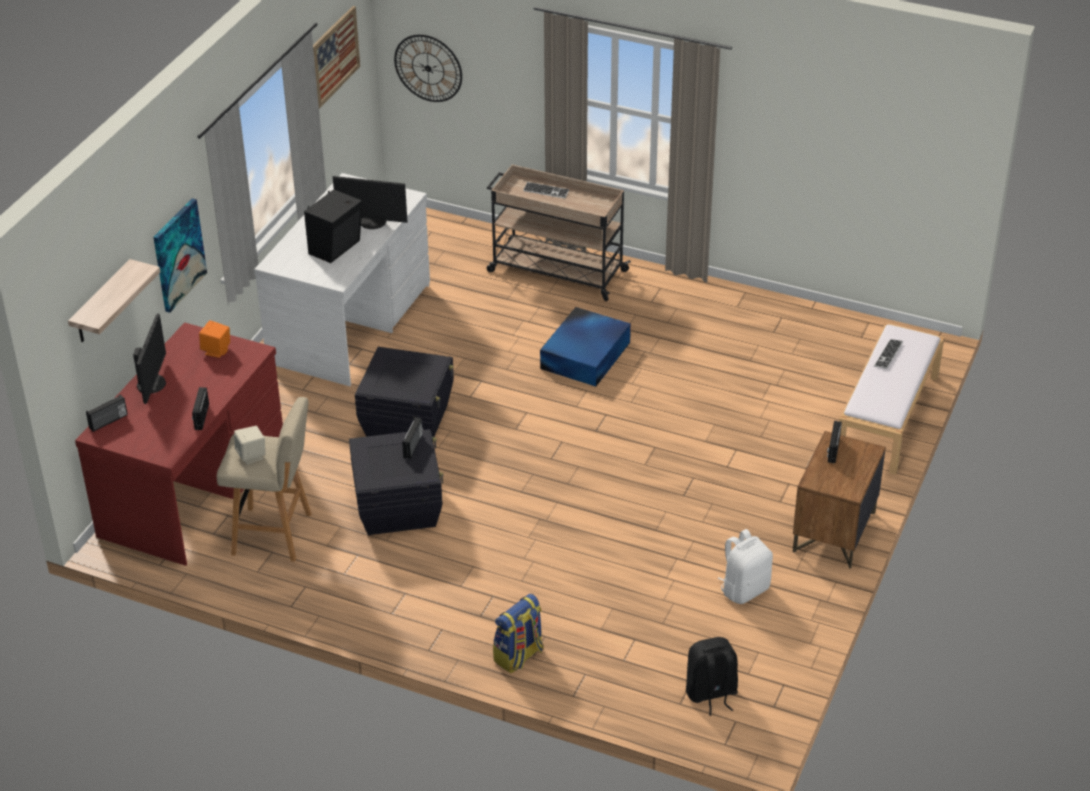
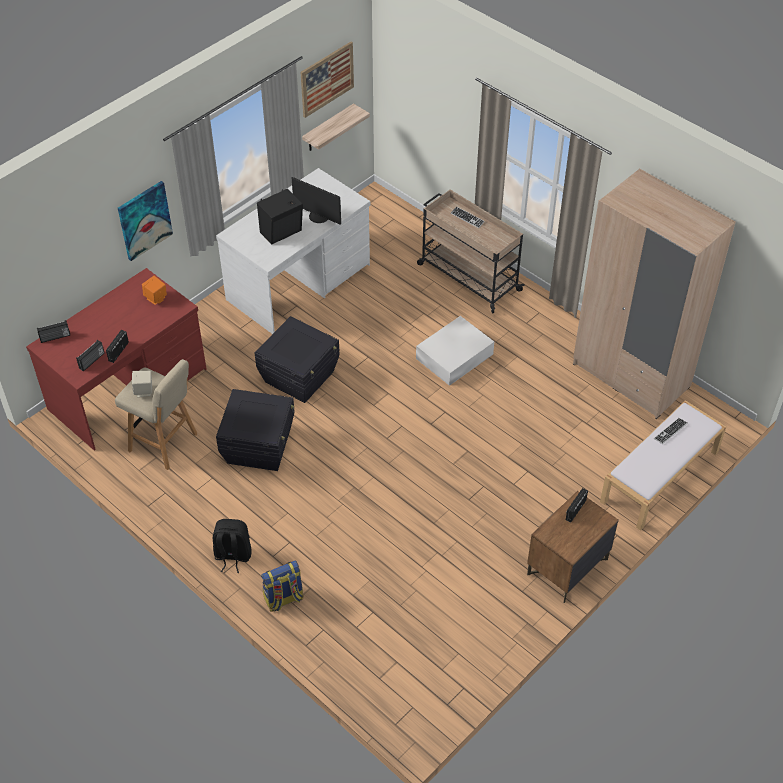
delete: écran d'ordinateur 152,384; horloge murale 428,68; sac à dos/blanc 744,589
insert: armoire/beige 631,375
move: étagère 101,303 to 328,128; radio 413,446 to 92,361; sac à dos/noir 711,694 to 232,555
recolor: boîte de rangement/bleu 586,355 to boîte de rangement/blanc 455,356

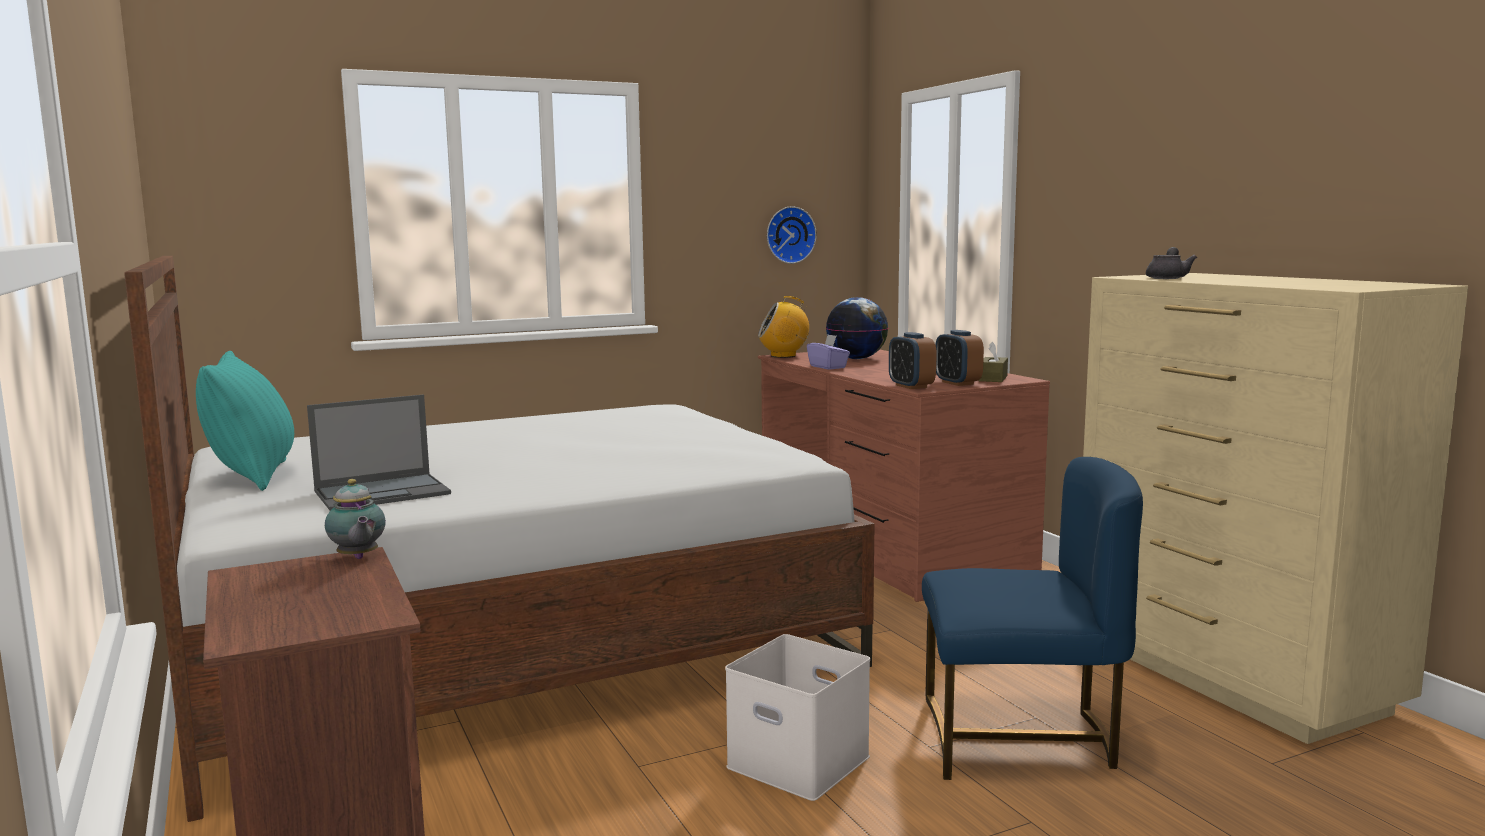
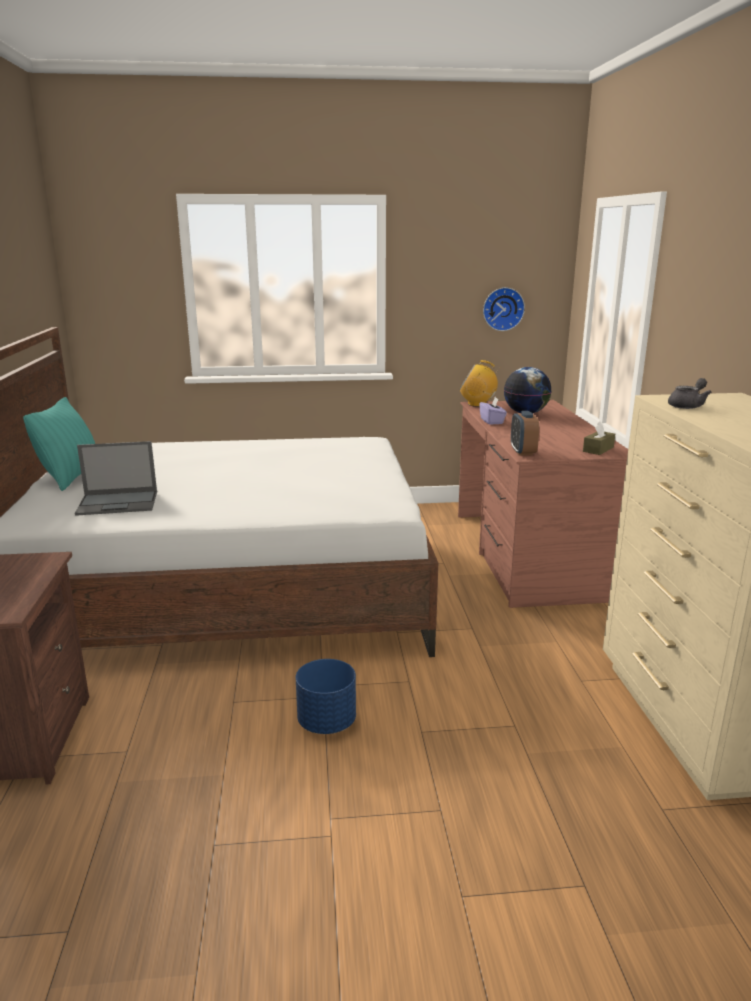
delete: théière 358,558; chaise/bleu 1018,739; réveil 957,383
replace: boîte de rangement/blanc 795,762 to cache-pot/bleu 326,722

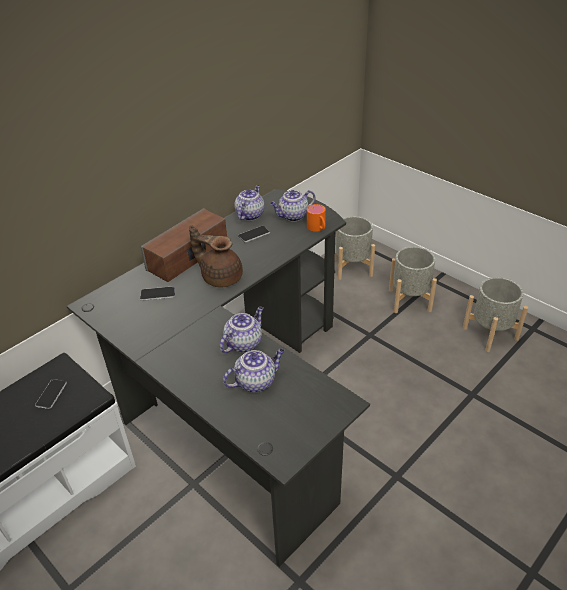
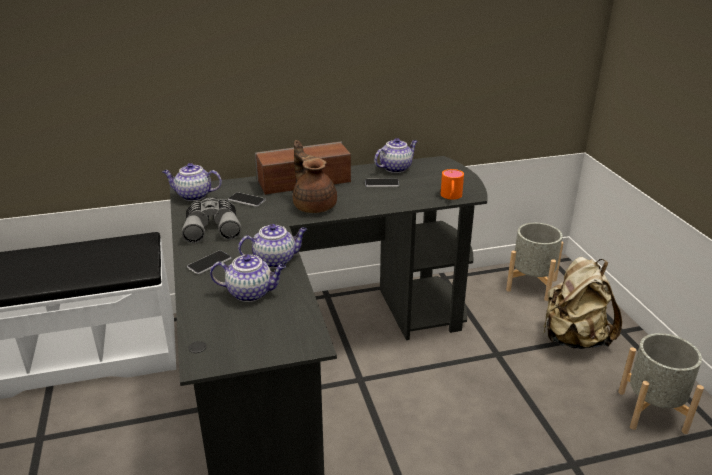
insert: jumelles/gris 212,228
move: téléphone 51,394 to 209,263; théière 293,216 to 193,196
replace: cache-pot/gris 409,300 to sac à dos/beige 573,338

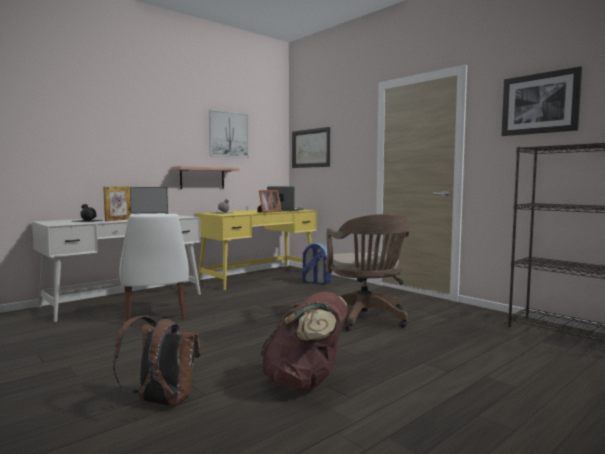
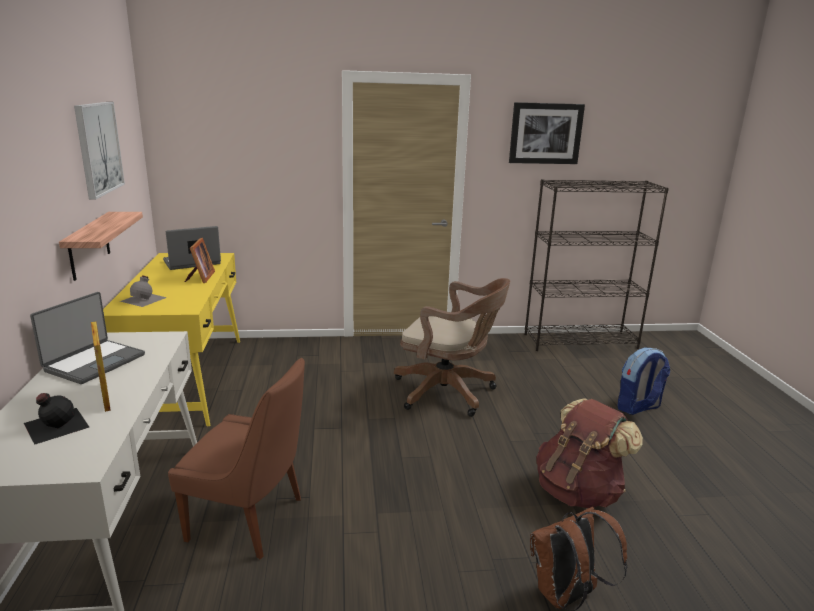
delete: tableau 311,148
move: sac à dos 316,282 to 638,407
recolor: chaise/blanc 155,315 to chaise/marron 250,520

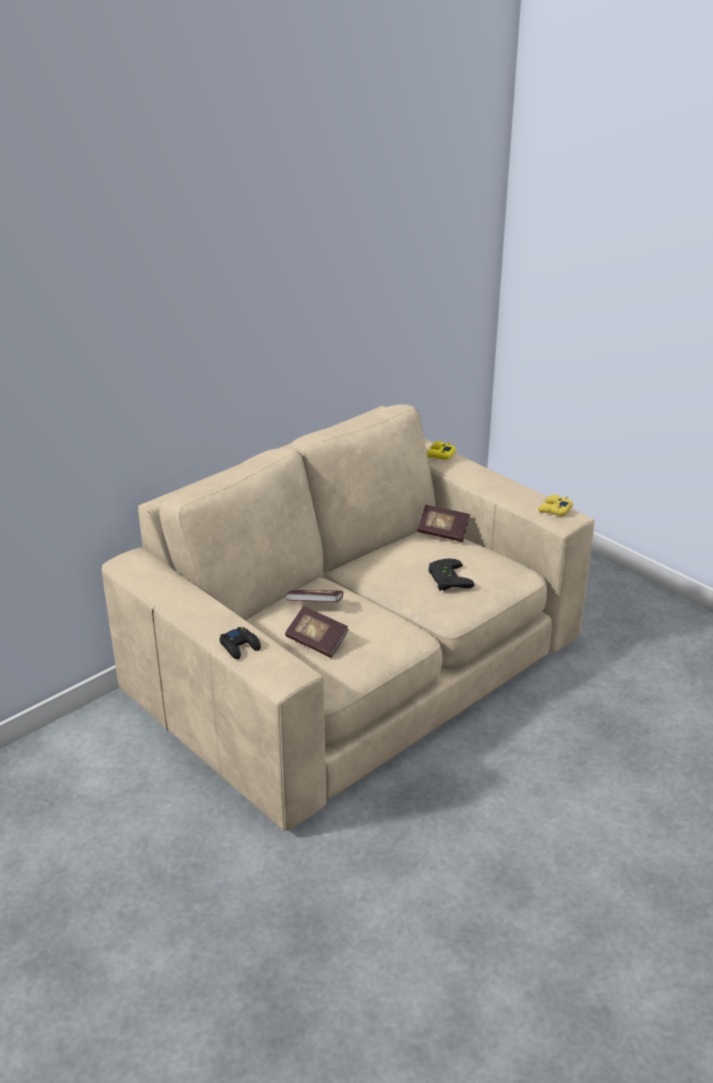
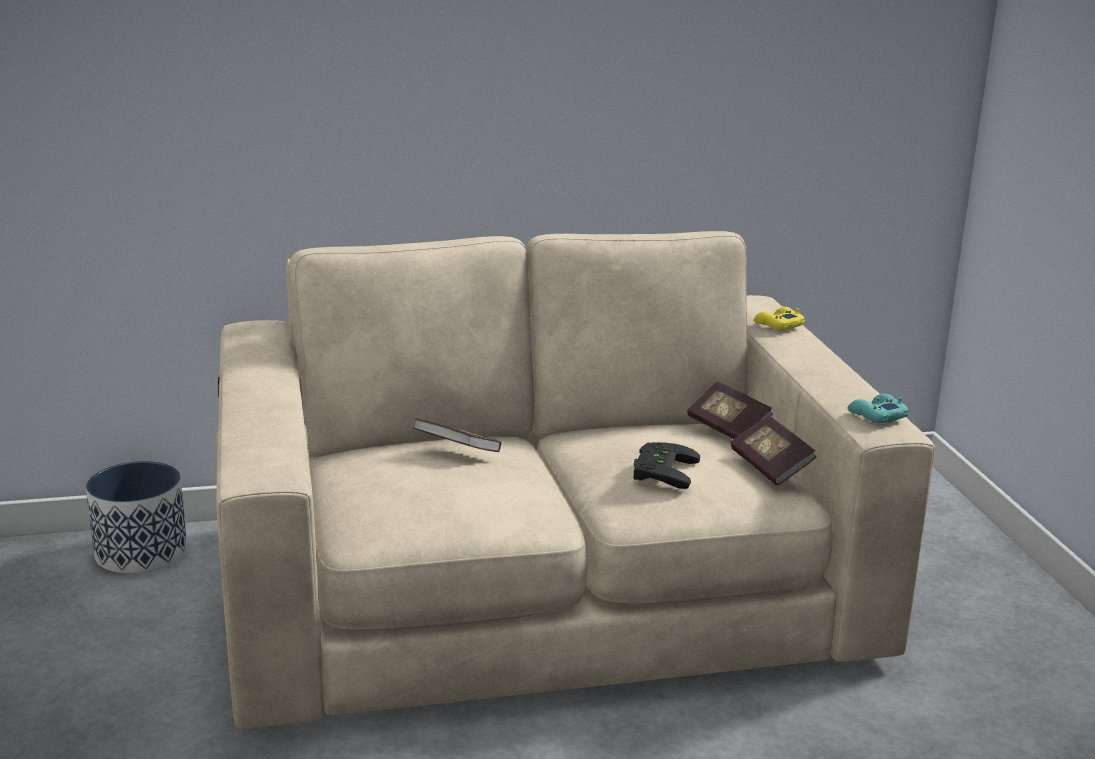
delete: manette/noir 240,647
insert: cache-pot 142,552
move: livre 316,641 to 771,466
recolor: manette/jaune 554,510 to manette/turquoise 876,415

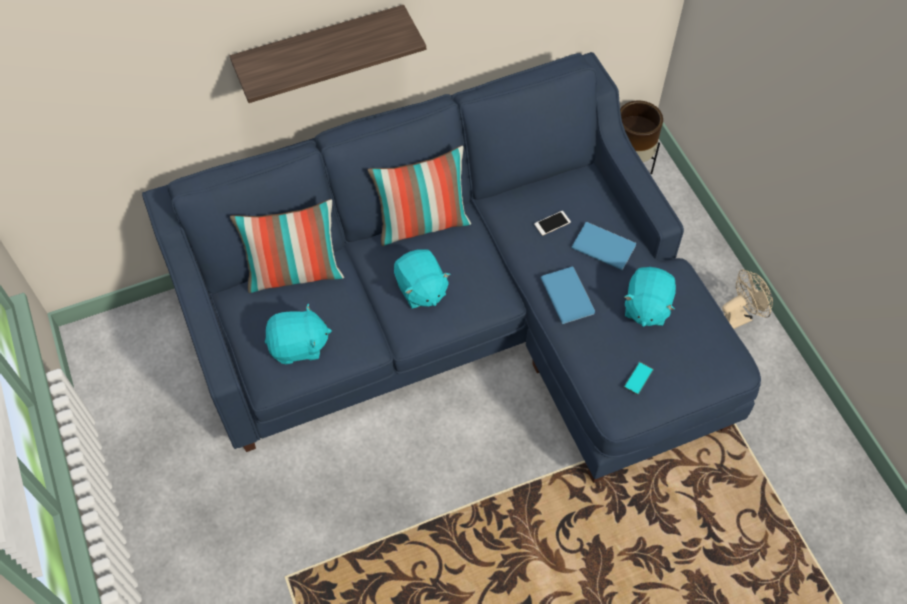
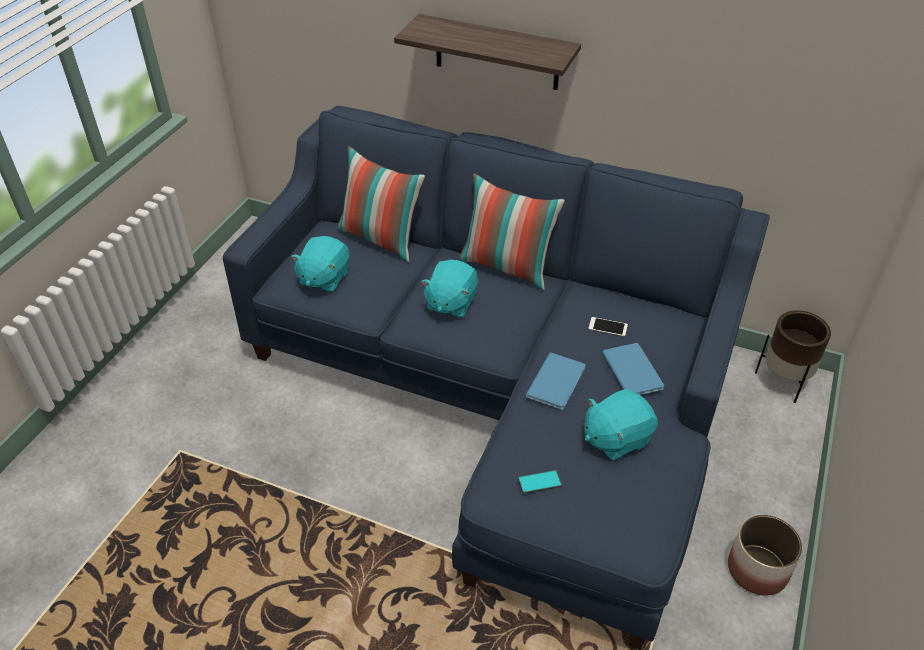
replace: ventilateur/beige 738,317 to cache-pot 757,569
rotate: peluche/turquoise 299,346 = 324,278 75 degrees clockwise

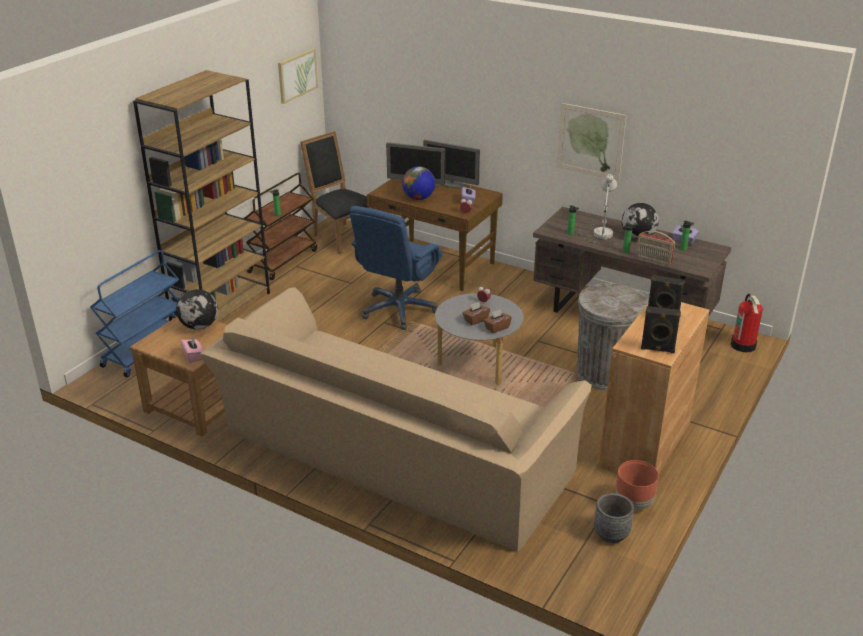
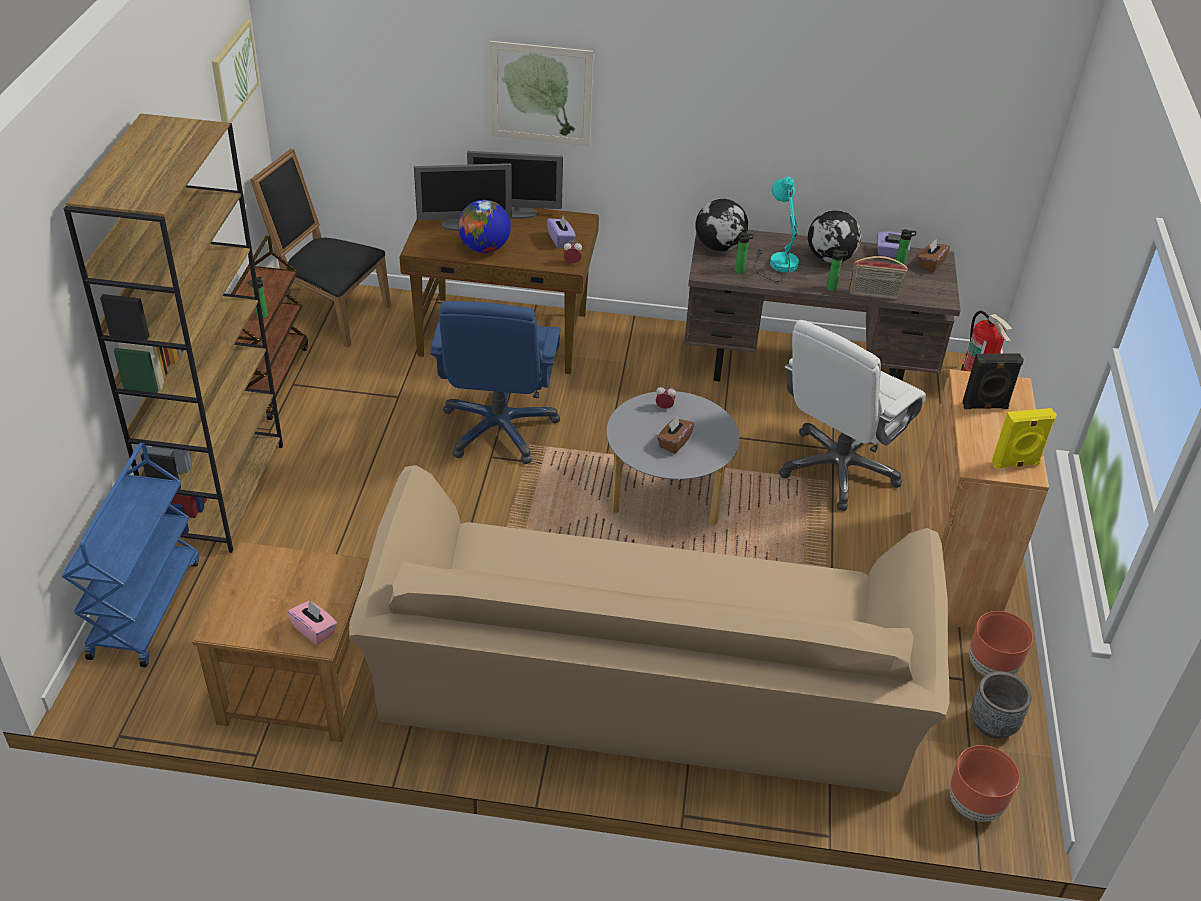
insert: cache-pot/marron 973,806
move: globe 200,326 to 719,246; boîte à mouchoirs/marron 497,328 to 930,264; tableau 590,141 to 541,94
replace: poubelle/gris 604,374 to chaise de bureau/blanc 838,469
recolor: lampe de table/blanc 597,233 to lampe de table/turquoise 774,262; enceinte/noir 657,349 to enceinte/jaune 1016,464

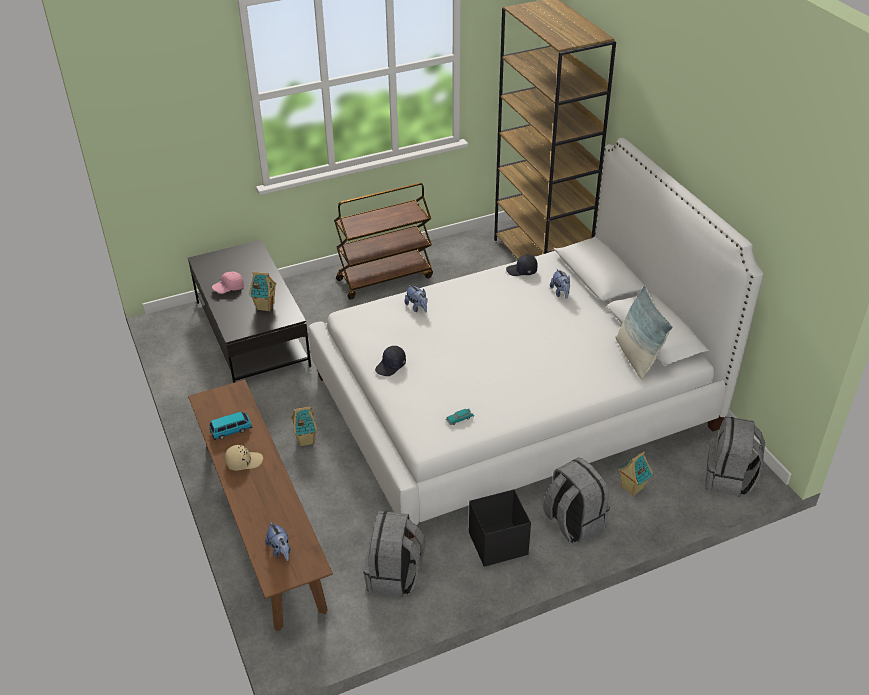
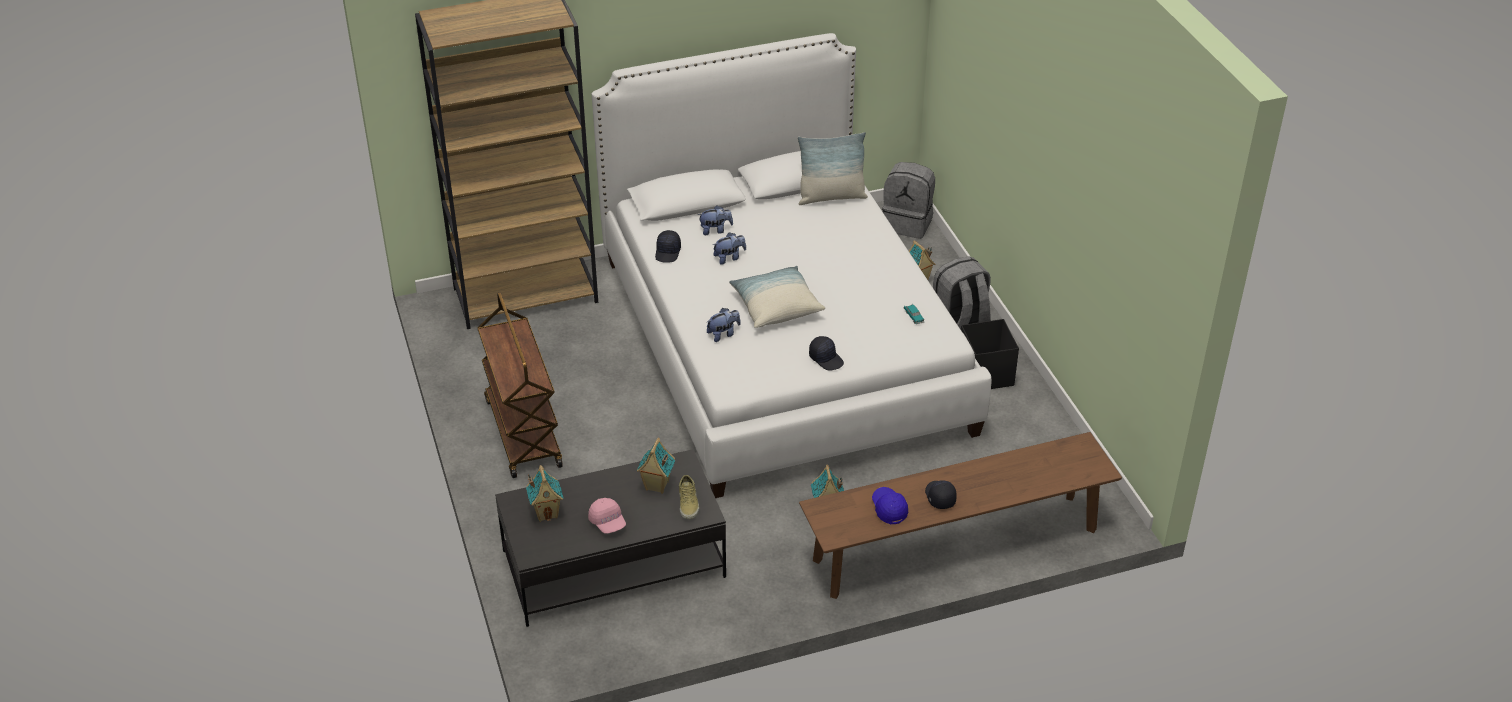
delete: sac à dos/gris 394,576
insert: maison miniature 547,512; chaussure/beige 689,503; coussin 776,307
move: peluche 280,550 to 729,258
replace: petite voiture 231,430 to casquette/bleu 889,509
recolor: casquette/beige 244,461 to casquette/noir 939,497

